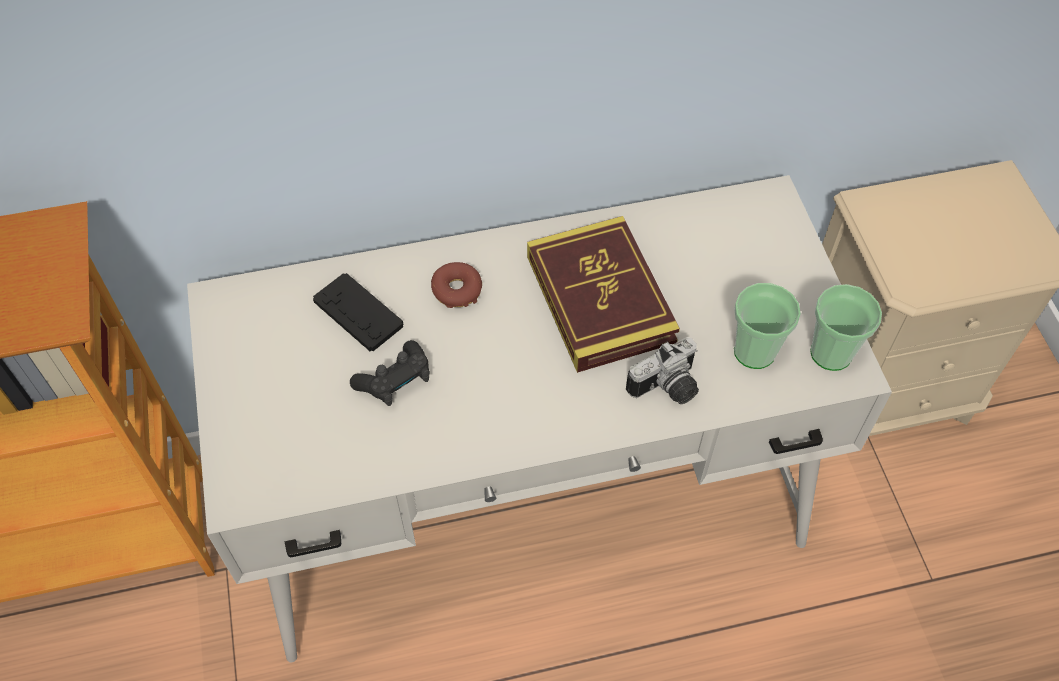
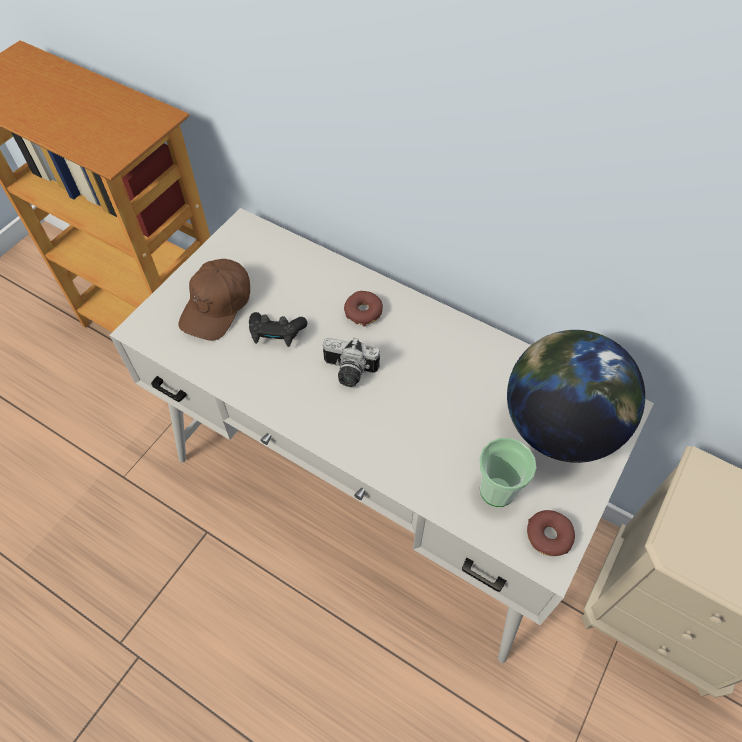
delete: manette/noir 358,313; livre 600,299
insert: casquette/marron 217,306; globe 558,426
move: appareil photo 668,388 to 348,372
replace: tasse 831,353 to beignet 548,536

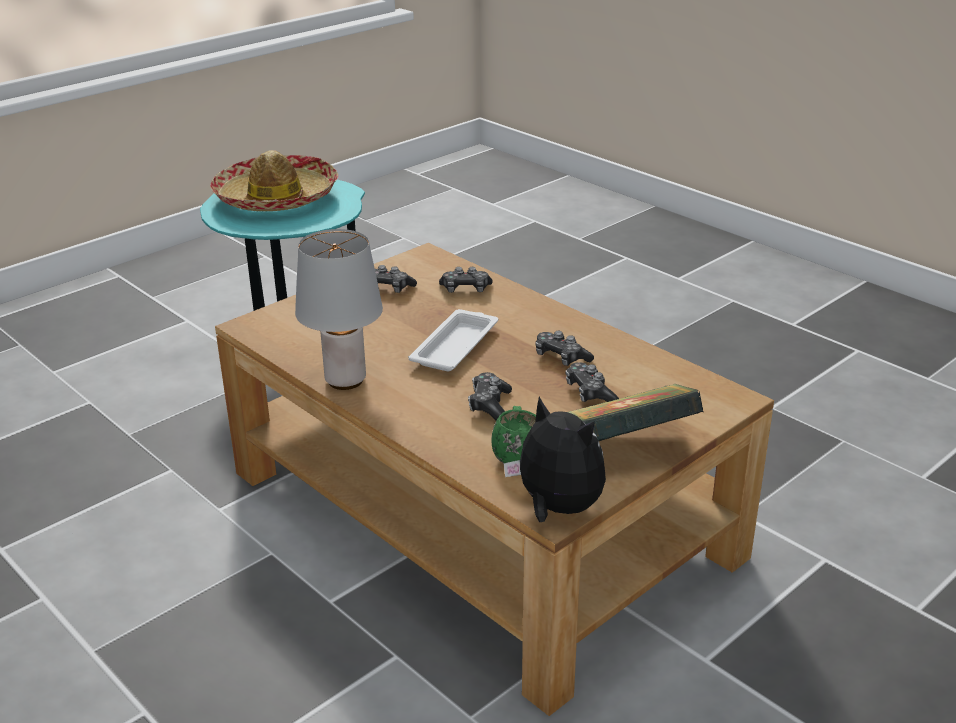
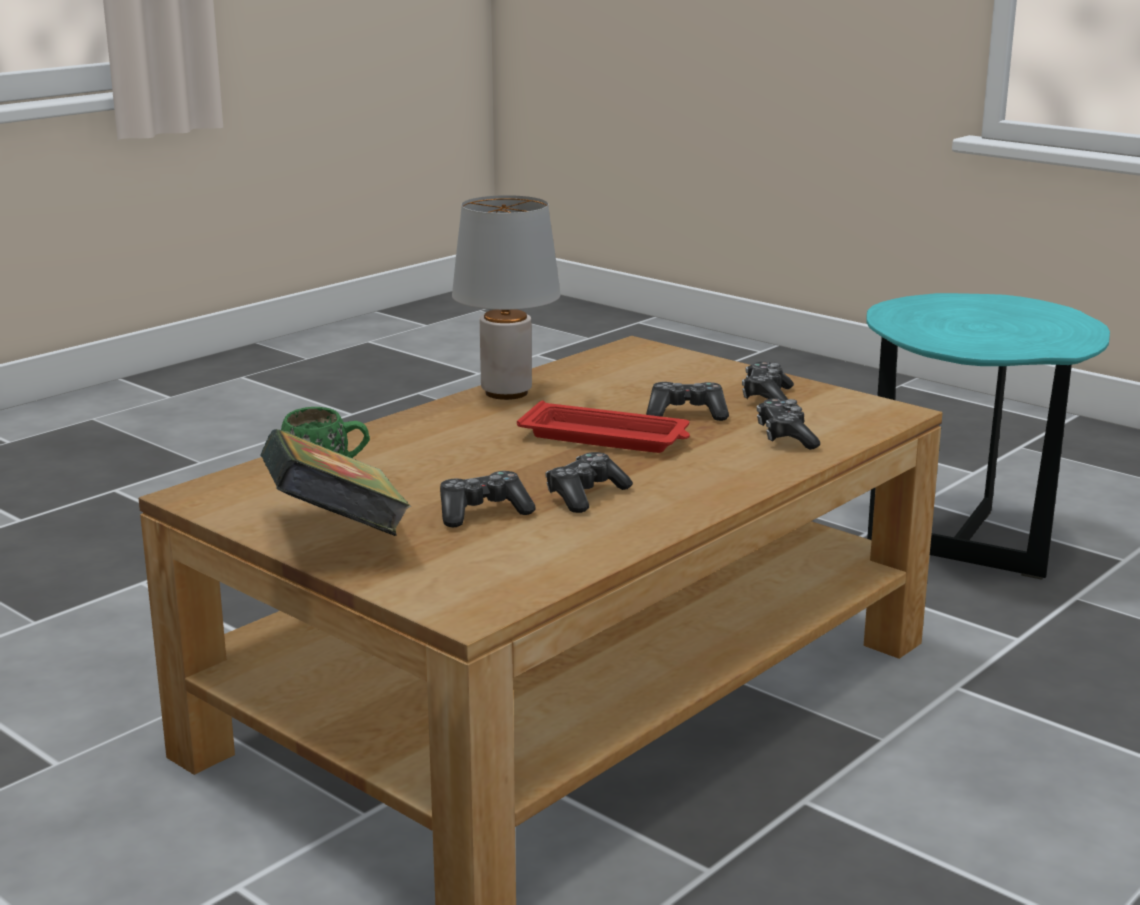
delete: chapeau 276,198; peluche 556,509
move: manette 490,405 to 686,414
recolor: plateau/blanc 456,346 to plateau/rouge 606,437

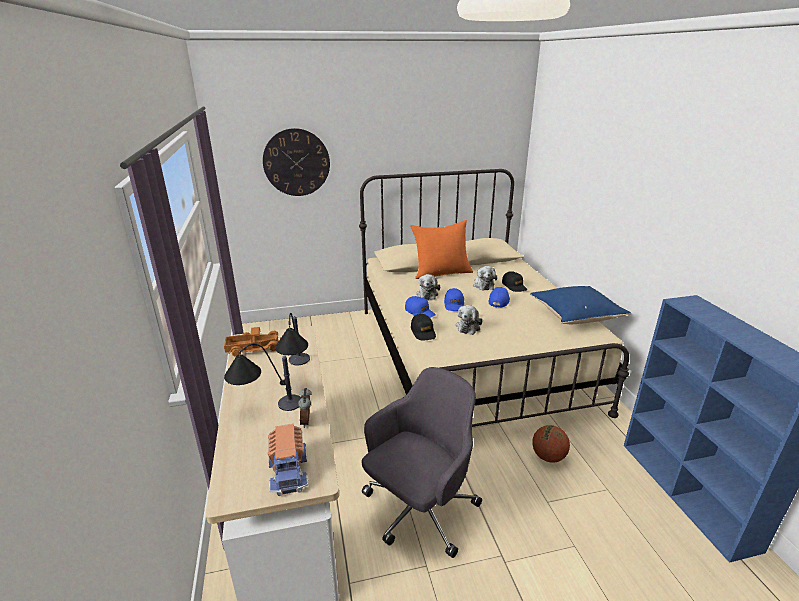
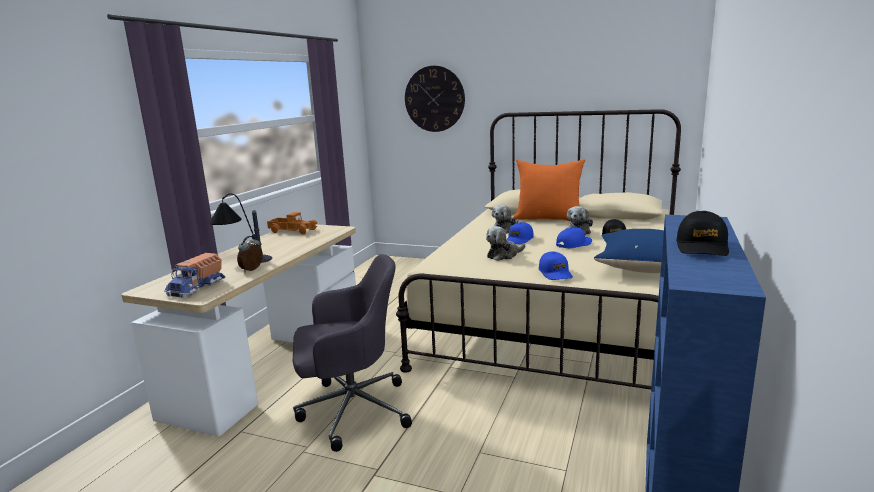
delete: lampe de table 297,372; ballon de basket 548,457
move: casquette/bleu 420,312 to 555,273; casquette/noir 423,332 to 702,247

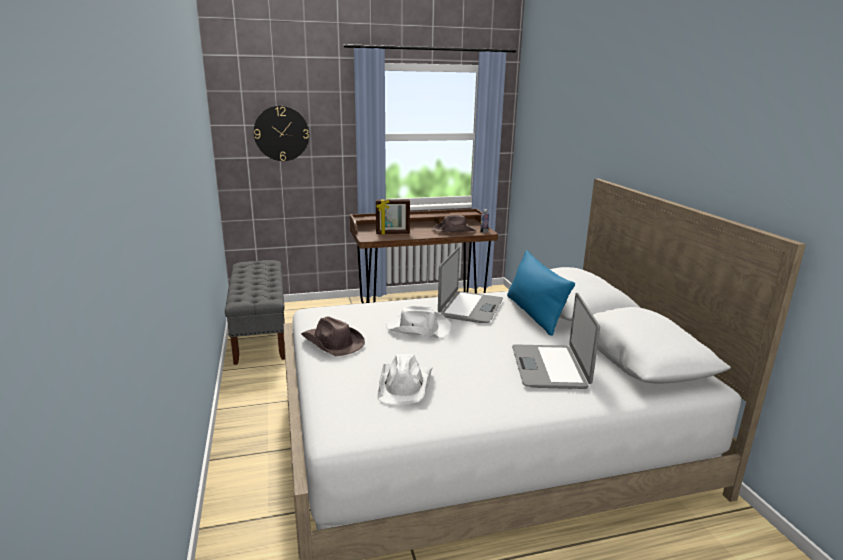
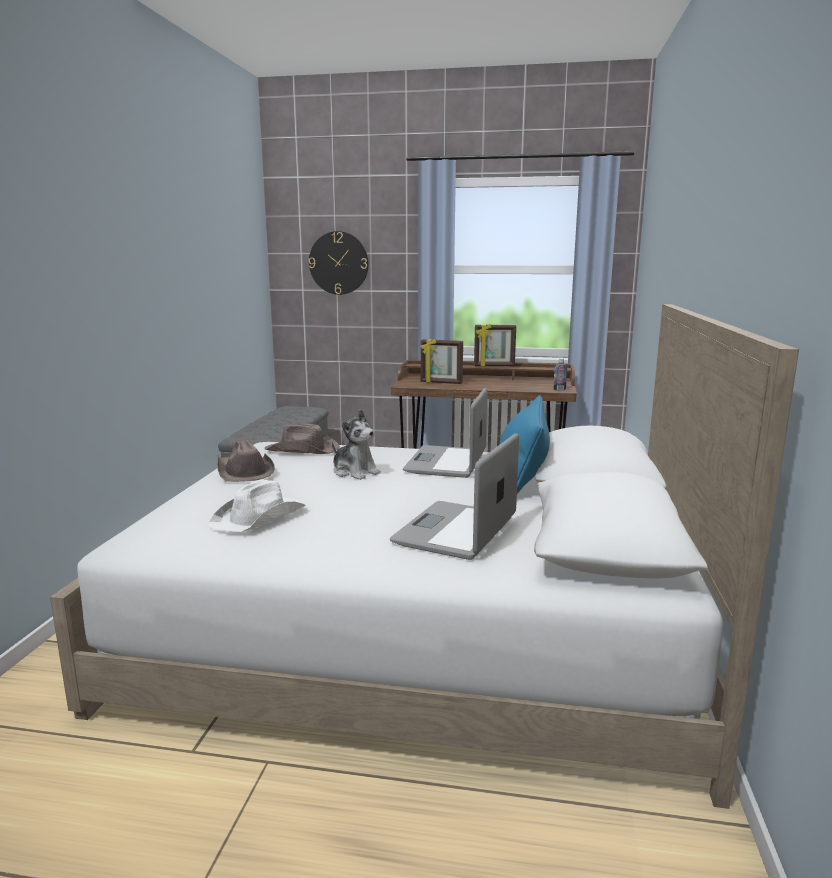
insert: cadre photo 494,366
move: chapeau/marron 454,230 to 303,450
replace: chapeau/blanc 418,328 to peluche 355,472
rotate: ordinateur portable 470,308 = 447,463 150 degrees clockwise

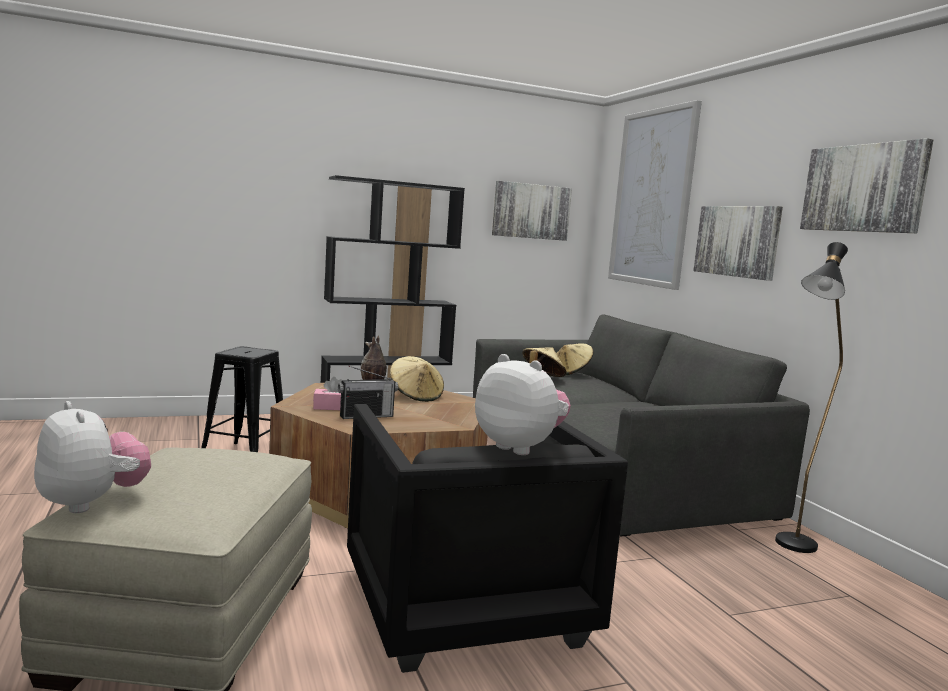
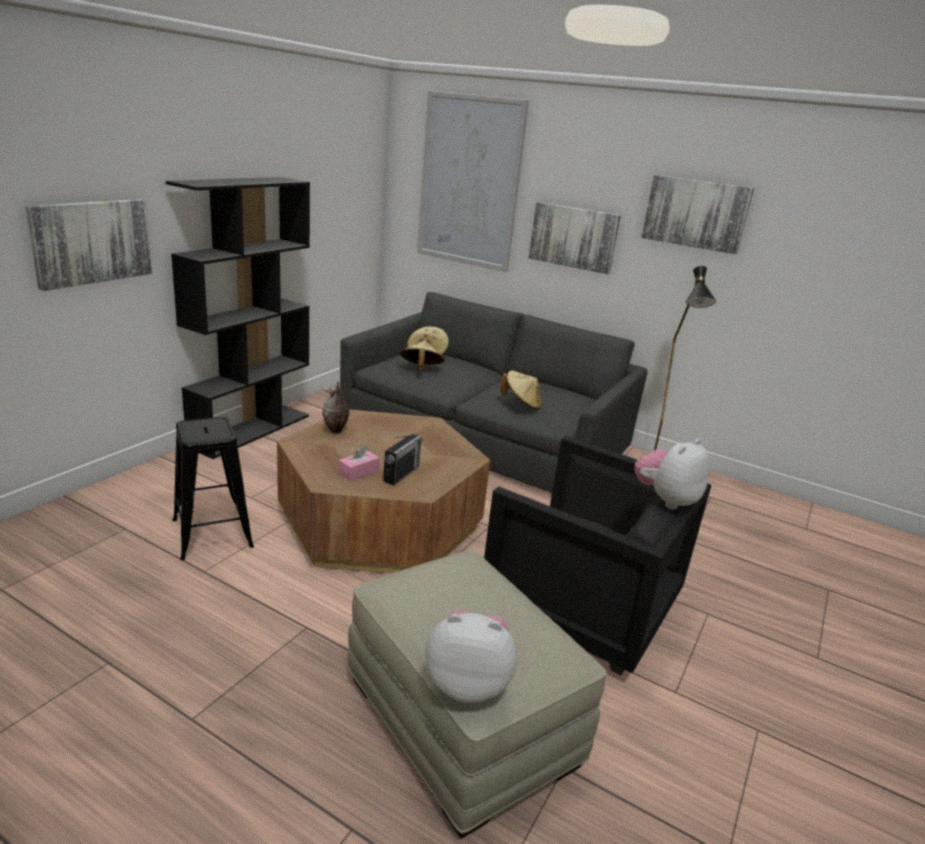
move: chapeau/beige 416,396 to 521,404; tableau 531,211 to 92,242
rotate: peluche 520,447 = 666,500 45 degrees counterclockwise

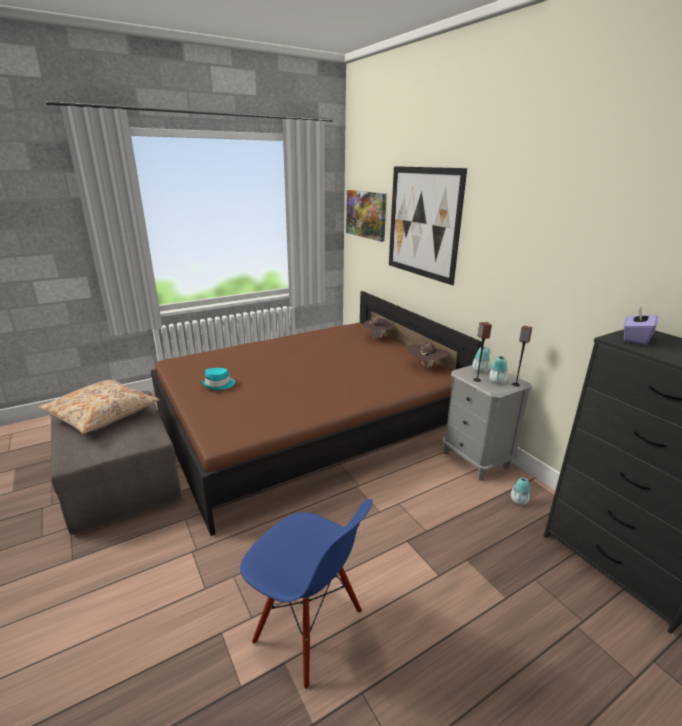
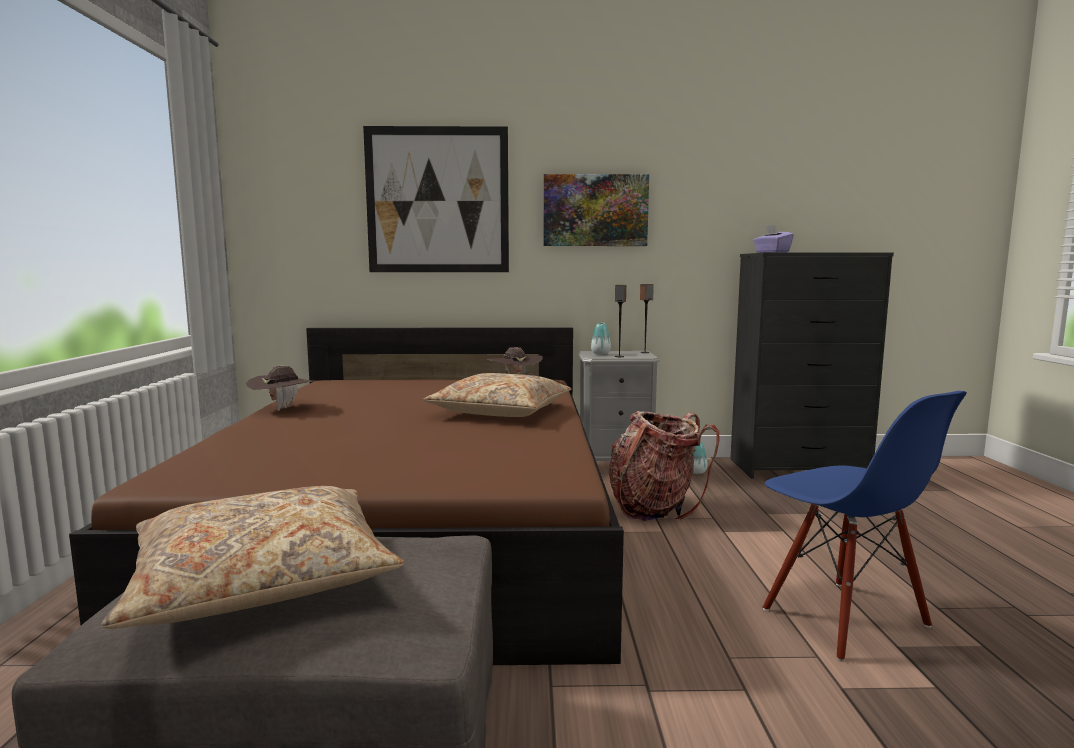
delete: chapeau/turquoise 219,384; vase 497,382
insert: coussin/beige 501,411; sac à dos 654,507
move: tableau 366,214 to 595,210; chapeau/marron 378,338 to 283,408
rotate: chaise/bleu 308,628 = 843,618 90 degrees clockwise

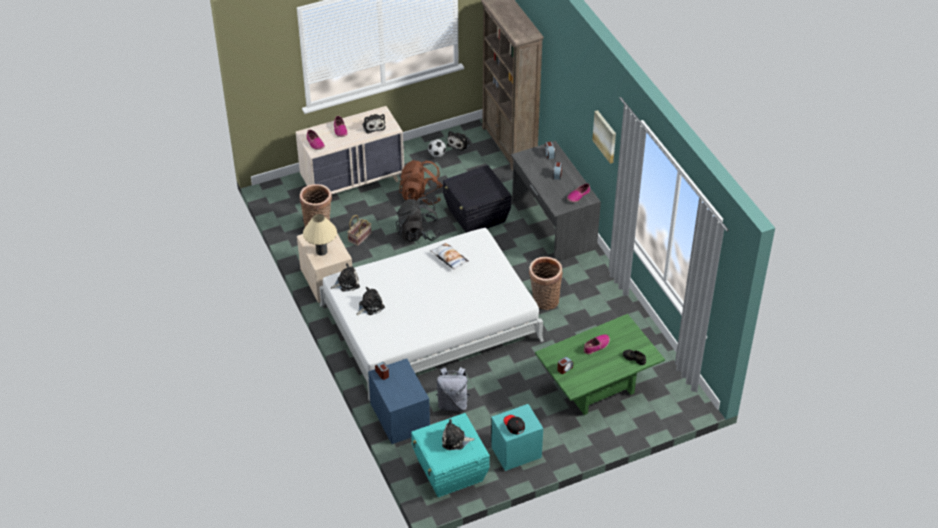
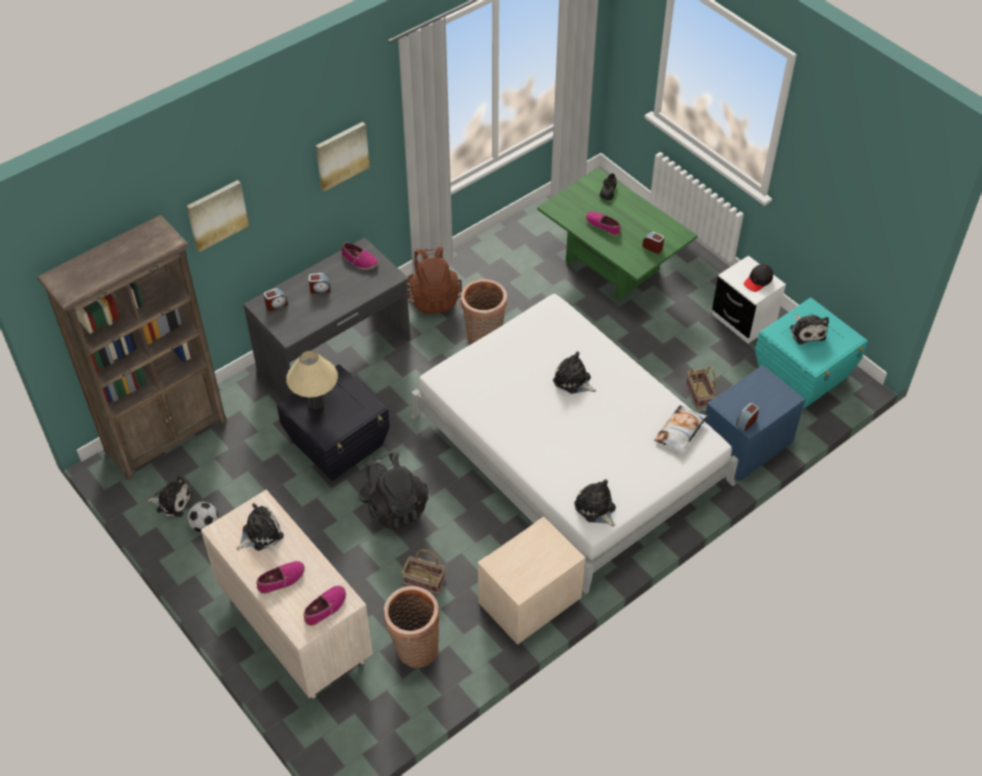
insert: tableau 216,214
move: lampe de table/beige 321,251 to 316,402; peluche 370,306 to 573,381; sac à dos/marron 421,195 to 433,297; coussin 449,258 to 680,432
replace: sac à dos/gris 452,403 to panier 698,395
recolor: table de chevet/turquoise 516,452 to table de chevet/blanc 743,320

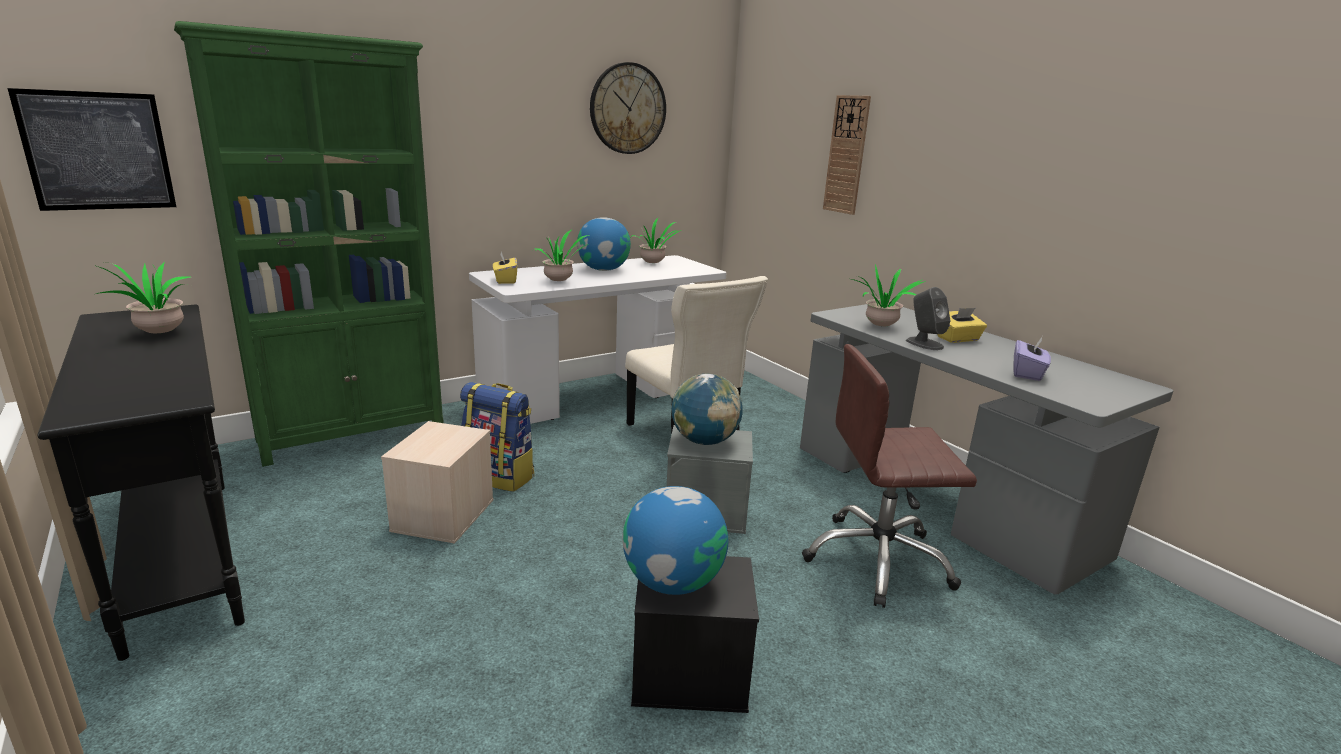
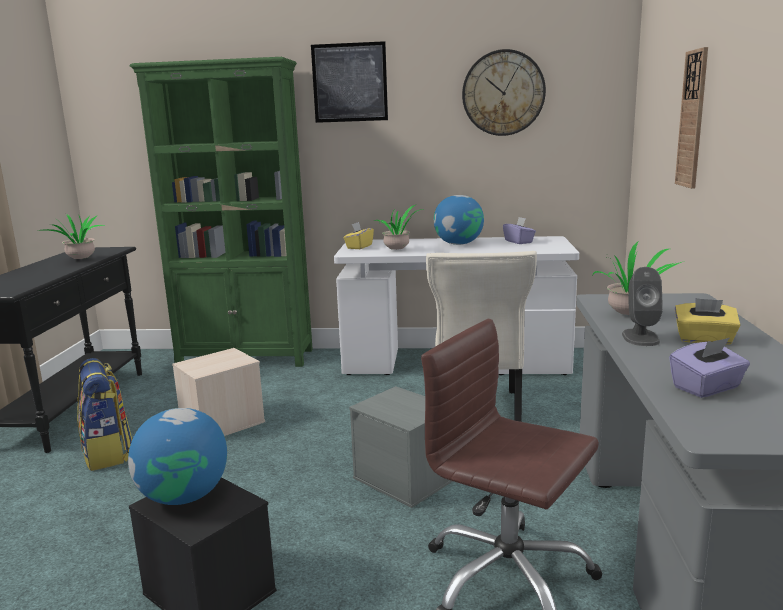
delete: globe 704,441
move: tableau 98,151 to 350,82; sac à dos 499,476 to 108,453
replace: plante en pot 653,263 to boîte à mouchoirs/violet 519,242

